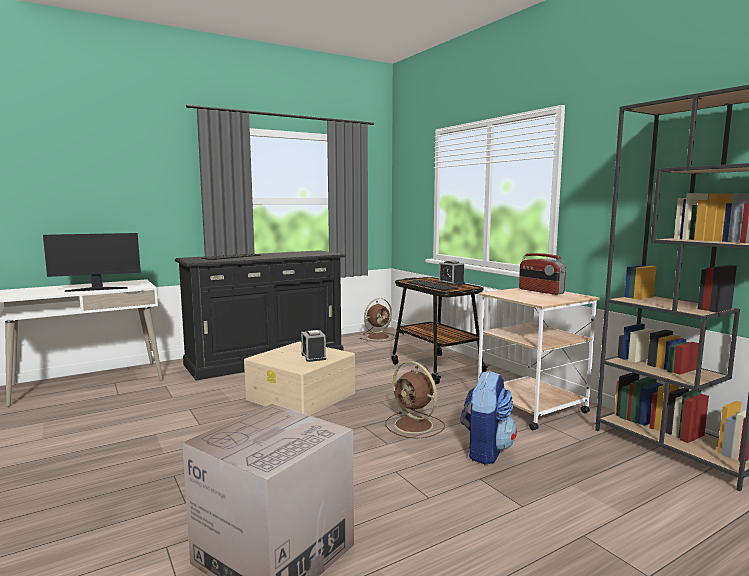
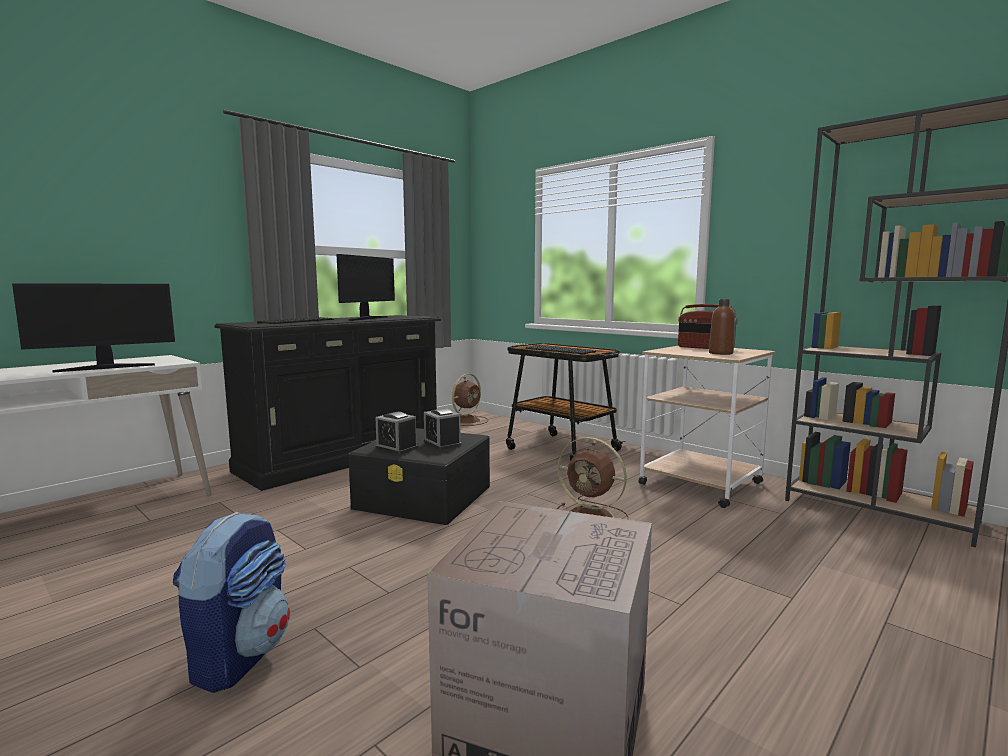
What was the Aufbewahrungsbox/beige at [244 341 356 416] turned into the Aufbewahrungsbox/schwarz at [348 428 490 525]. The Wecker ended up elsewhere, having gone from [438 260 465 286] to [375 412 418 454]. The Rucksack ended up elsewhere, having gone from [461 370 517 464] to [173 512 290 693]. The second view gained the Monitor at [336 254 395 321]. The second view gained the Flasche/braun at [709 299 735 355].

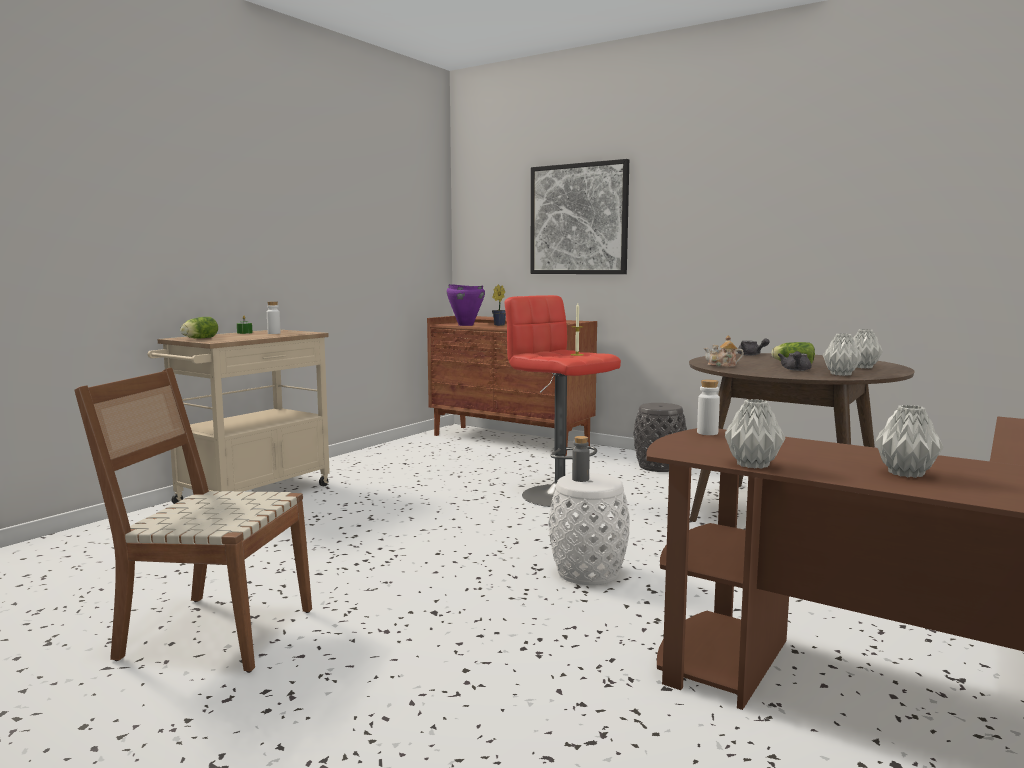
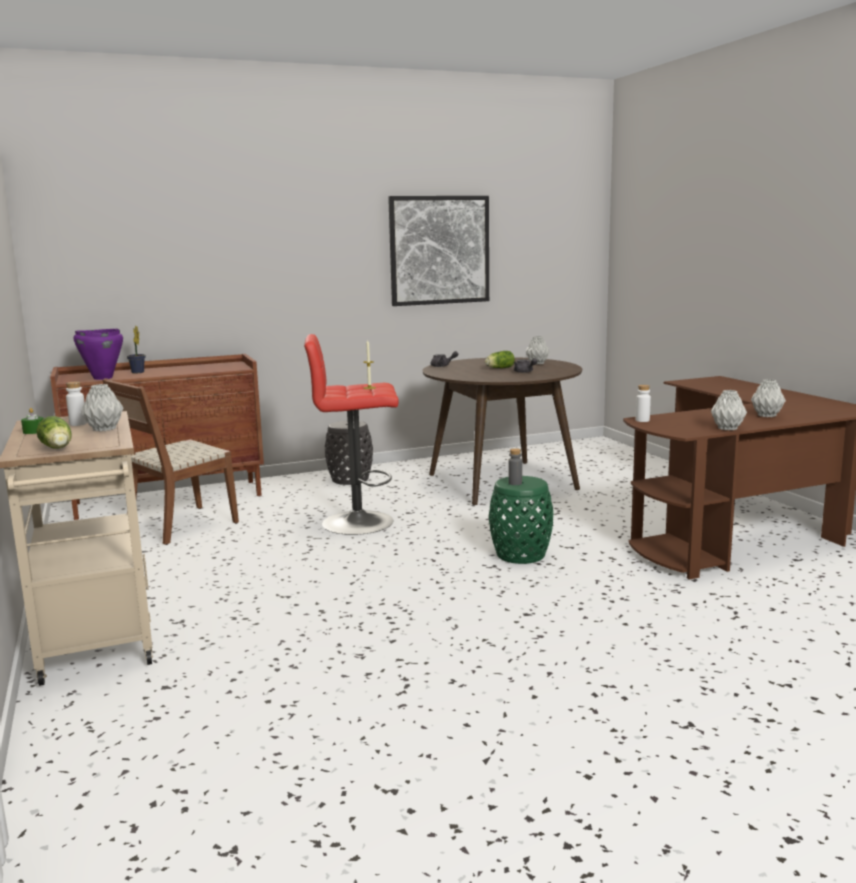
The Stuhl ended up elsewhere, having gone from [74 368 312 673] to [102 378 239 545]. The Bild ended up elsewhere, having gone from [530 159 629 274] to [388 196 489 306]. What was the Hocker/weiß at [549 473 630 585] turned into the Hocker/grün at [489 476 553 564]. The second view lost the Teekanne at [704 336 744 367]. The Vase/grau ended up elsewhere, having gone from [823 333 862 376] to [81 384 123 432].

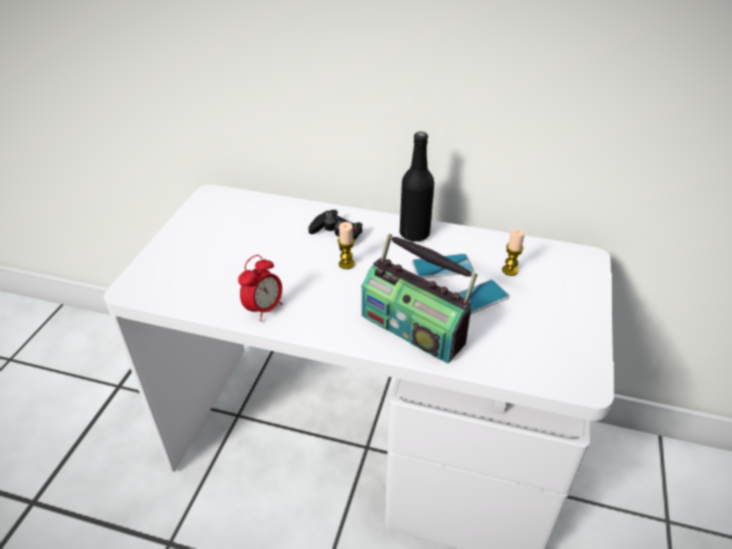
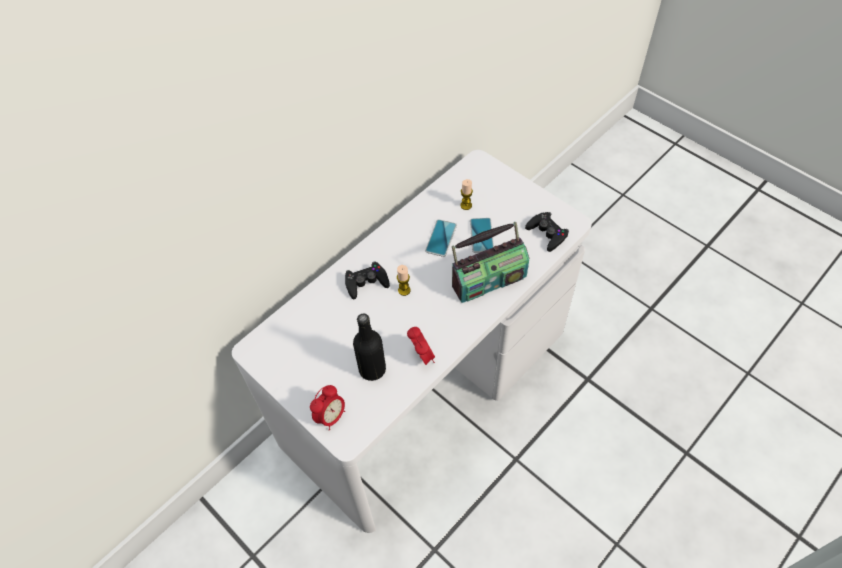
The Flasche/schwarz ended up elsewhere, having gone from [400 132 434 242] to [353 313 386 381]. The second view gained the Wecker at [310 385 345 431]. The second view gained the Gamepad/schwarz at [525 212 569 252].

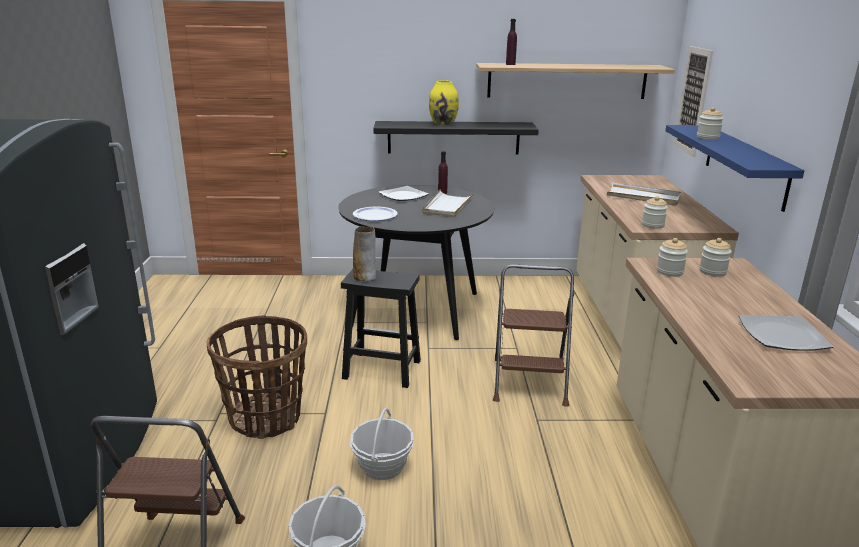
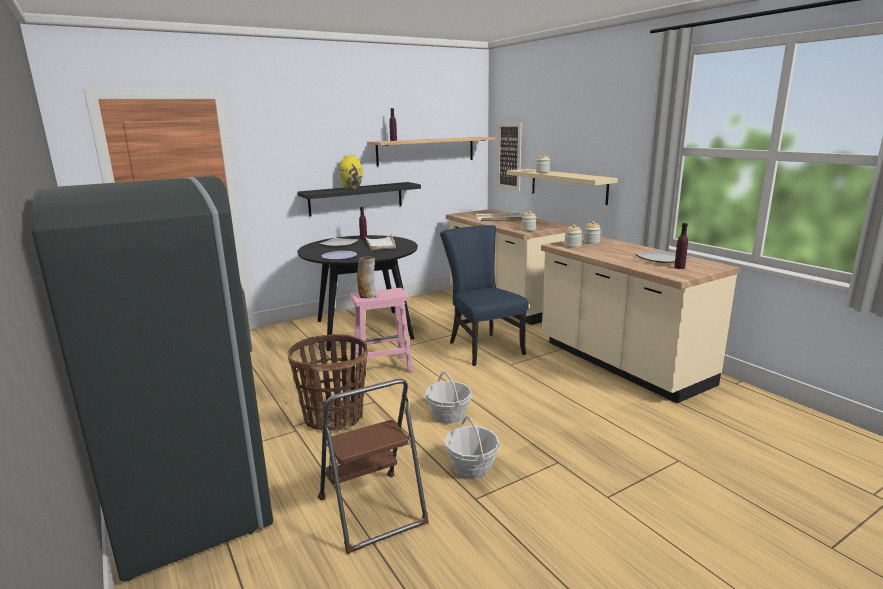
What was the Hocker/schwarz at [341 269 421 388] turned into the Hocker/rosa at [350 288 413 380]. Where the Trittleiter/braun stood at [493 264 575 406], the Stuhl/blau came to stand at [440 225 529 366]. What was the Wandregal/blau at [665 125 805 212] turned into the Wandregal/beige at [507 169 618 205]. The second view gained the Flasche/lila at [674 223 688 269].

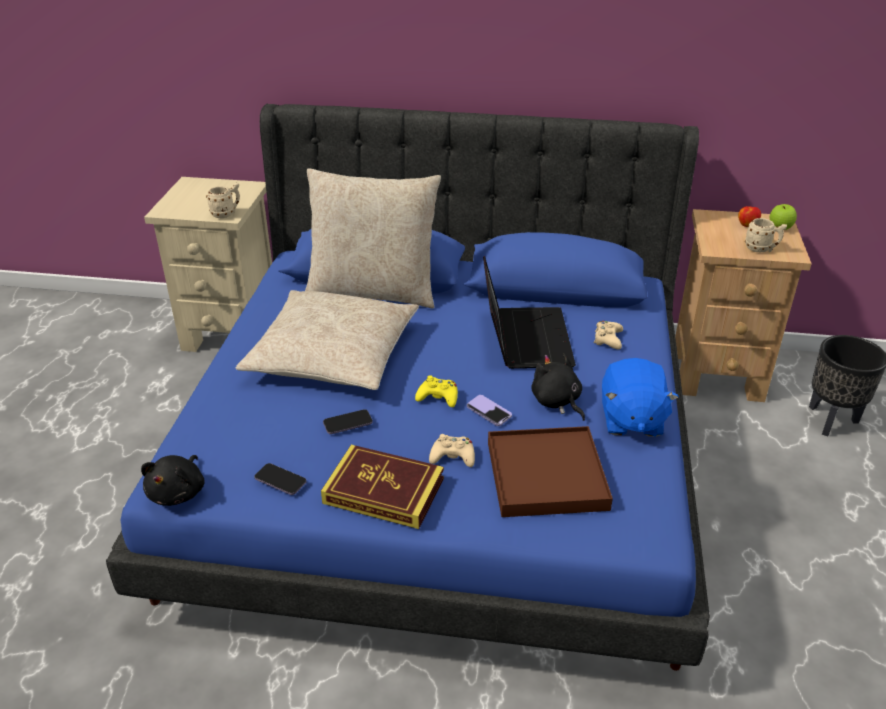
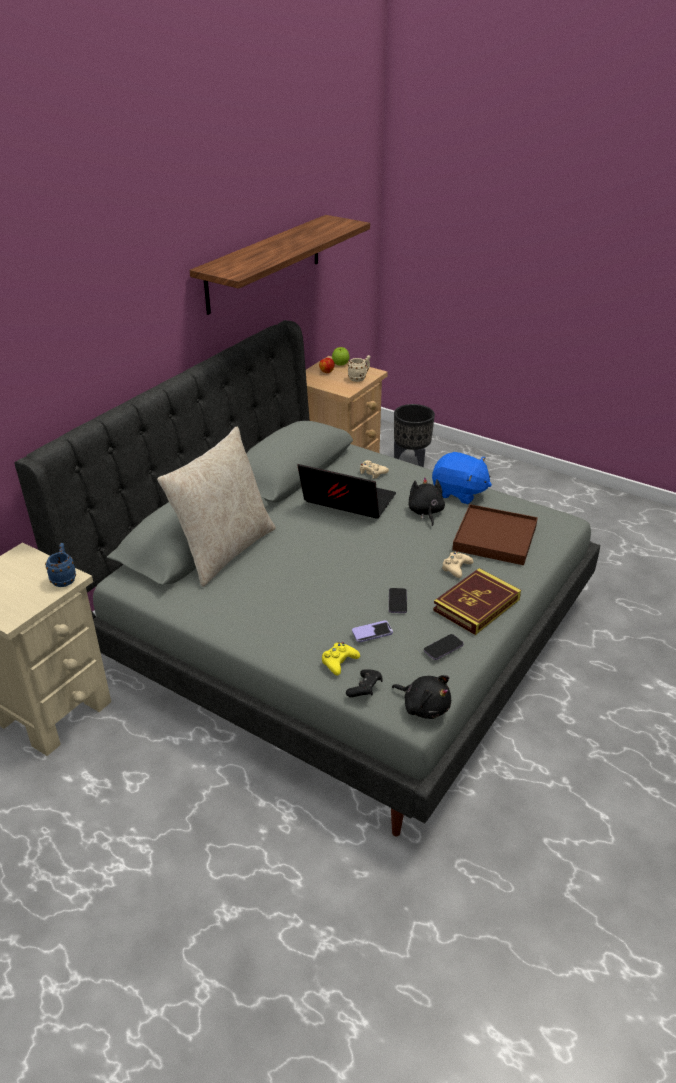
What was the Bett/blau at [106 104 710 671] turned into the Bett/grau at [14 320 600 836]. What was the Henkelbecher/beige at [206 183 240 218] turned into the Henkelbecher/blau at [45 543 76 587]. The second view lost the Kissen/beige at [236 290 419 390]. The Gamepad/gelb ended up elsewhere, having gone from [415 375 458 407] to [322 642 360 676]. The Handy ended up elsewhere, having gone from [467 395 512 426] to [352 621 393 642]. The Plüschtier/schwarz at [531 353 585 421] ended up facing another way, 90 degrees clockwise from before. The second view gained the Wandregal at [190 215 370 315]. The second view gained the Gamepad/schwarz at [346 669 383 697].

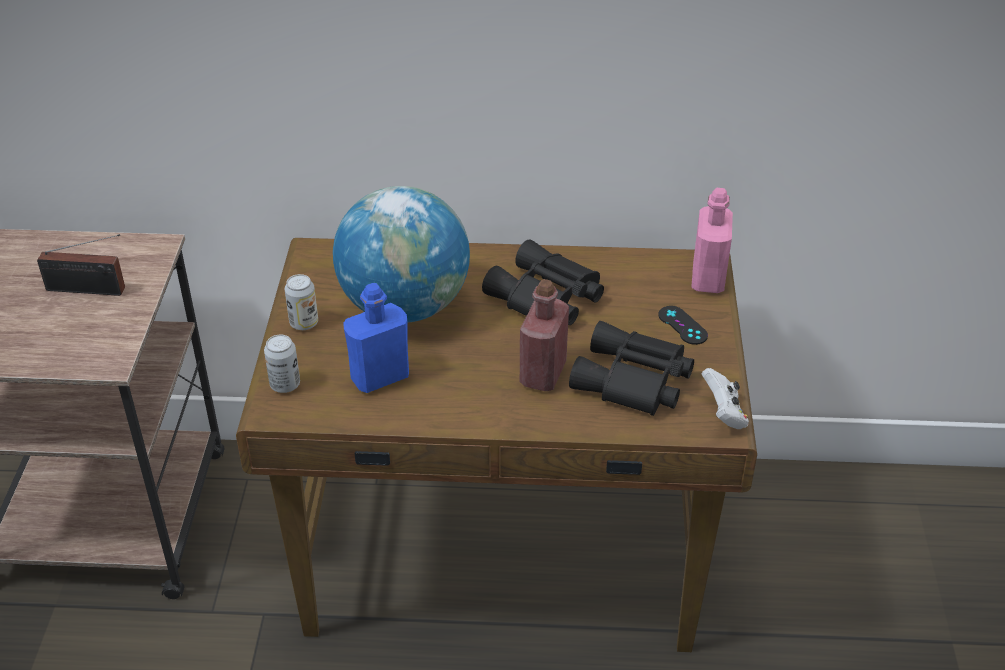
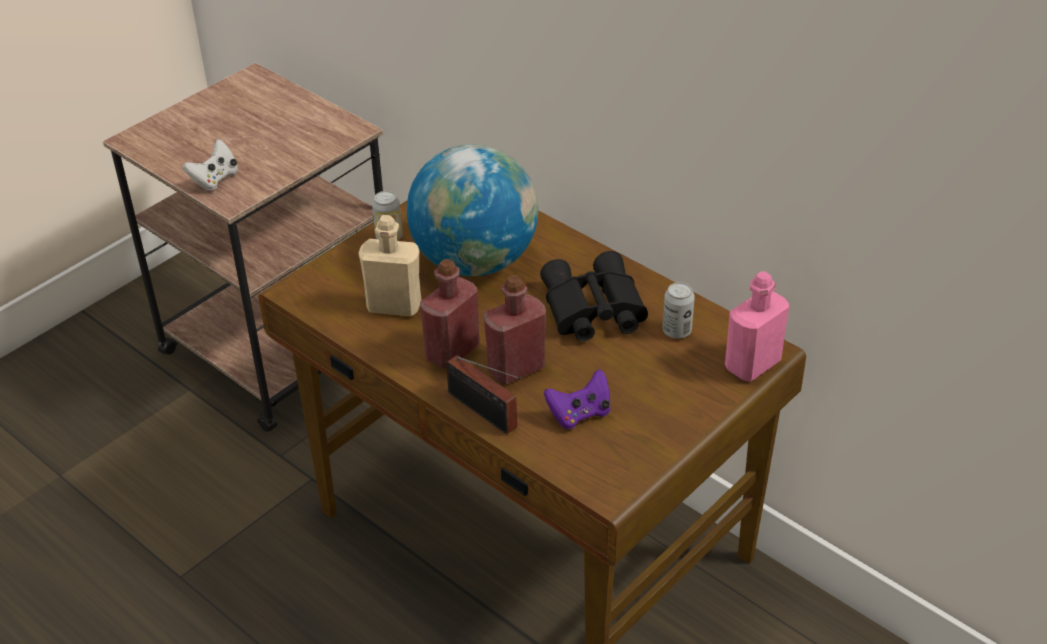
The Radio ended up elsewhere, having gone from [37 234 125 296] to [446 355 521 434]. The Dose ended up elsewhere, having gone from [264 335 300 393] to [663 282 695 339]. What was the Flasche/blau at [343 283 409 393] turned into the Flasche/beige at [358 215 421 316]. Where the Fernglas/schwarz stood at [569 321 694 416], the Gamepad/lila came to stand at [544 369 611 429]. The second view lost the Gamepad/schwarz at [658 306 708 345]. The Gamepad/weiß ended up elsewhere, having gone from [702 368 749 429] to [183 139 238 191]. The second view gained the Flasche/rot at [420 259 480 369].

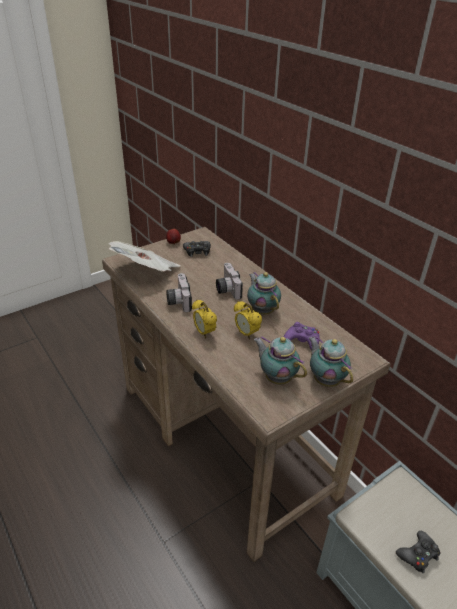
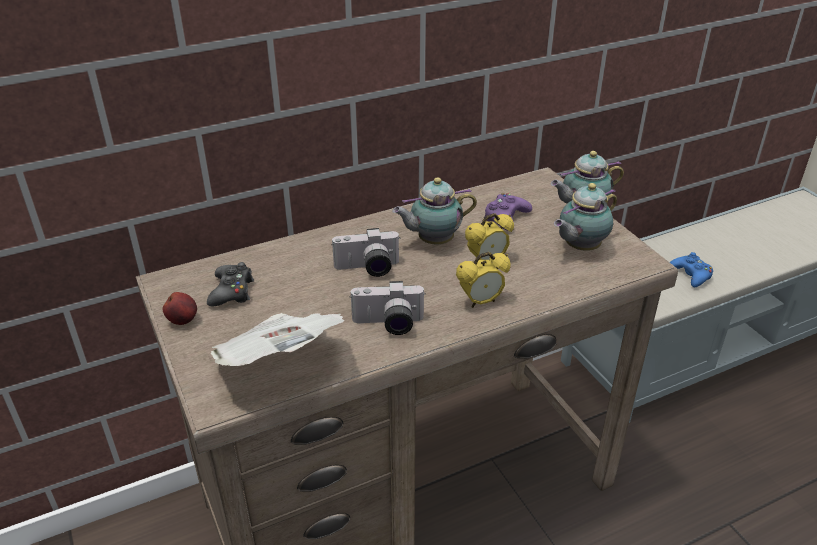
What was the Gamepad/schwarz at [396 531 440 574] turned into the Gamepad/blau at [670 252 713 287].

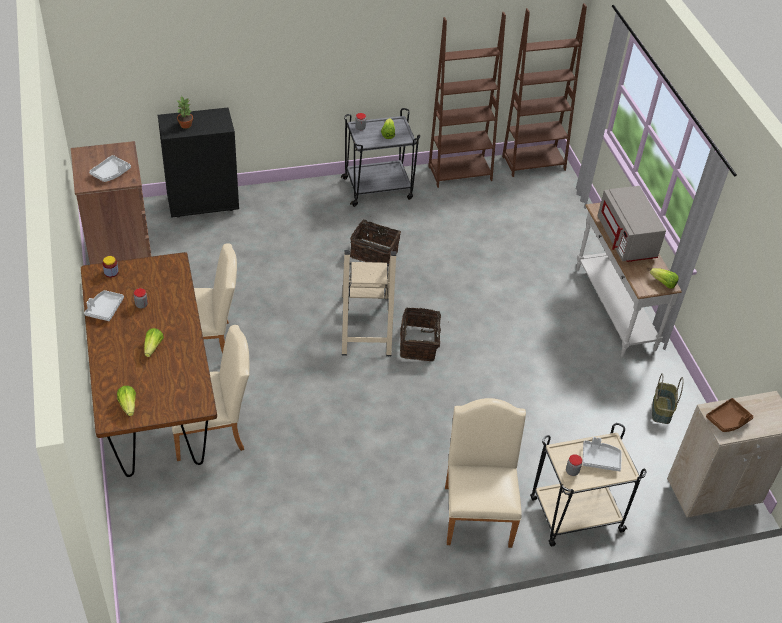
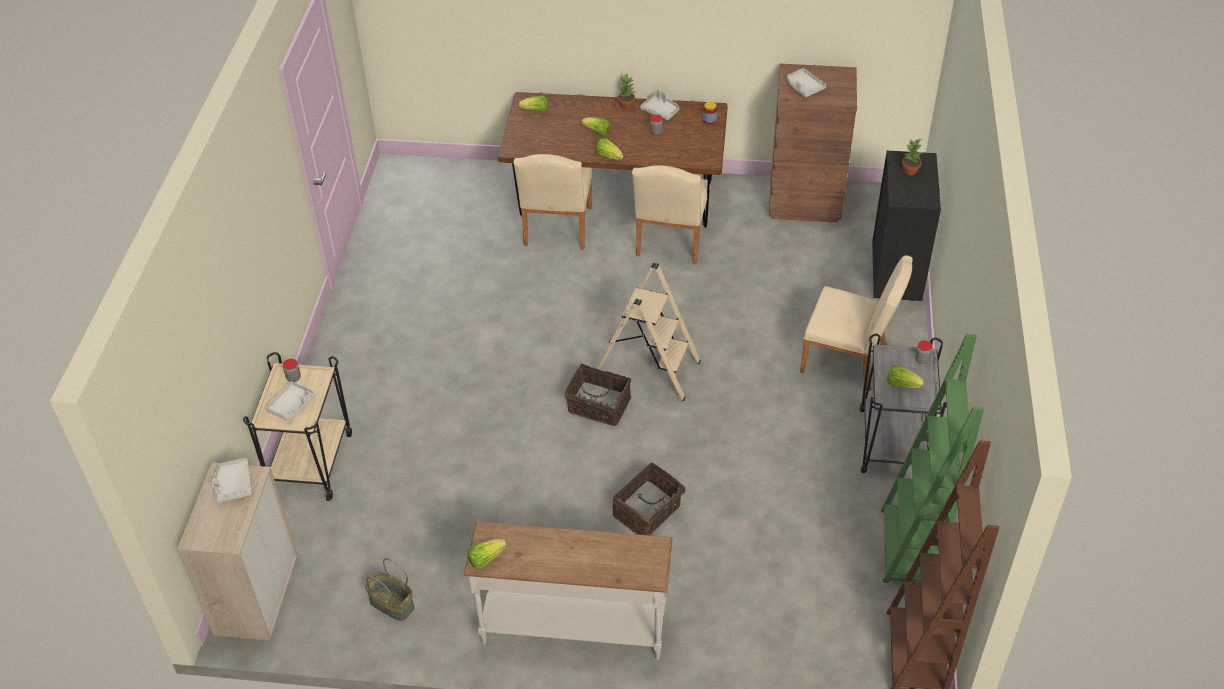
The Korb ended up elsewhere, having gone from [350 220 401 267] to [612 462 691 535]. What was the Bücherregal/braun at [428 12 506 188] turned into the Bücherregal/grün at [881 334 984 583]. The Stuhl/beige ended up elsewhere, having gone from [445 398 526 548] to [800 255 913 391]. The second view lost the Mikrowelle/grau at [598 186 666 262]. What was the Tablett/braun at [706 398 753 432] turned into the Tablett/grau at [212 458 252 503]. The second view gained the Salatkopf at [595 138 623 160]. The second view gained the Topfpflanze at [618 73 635 110].

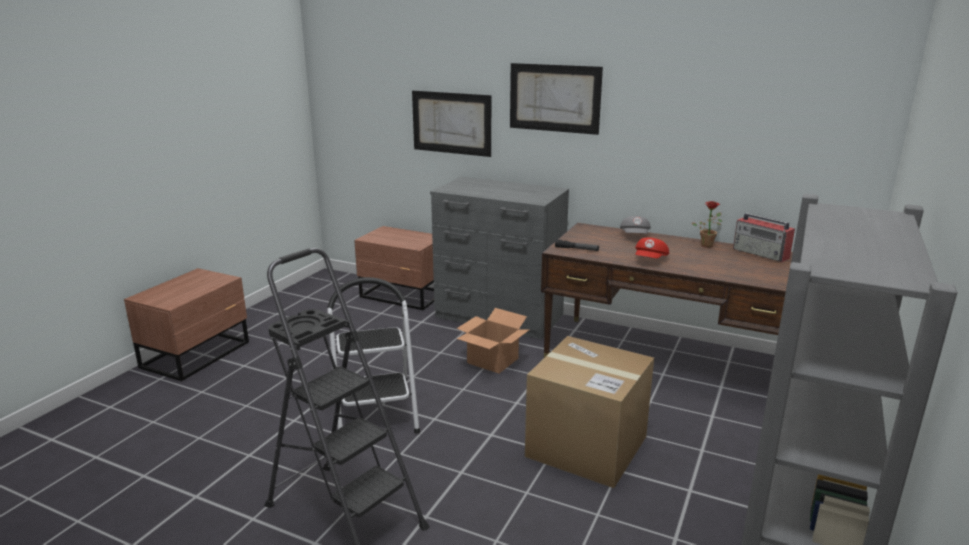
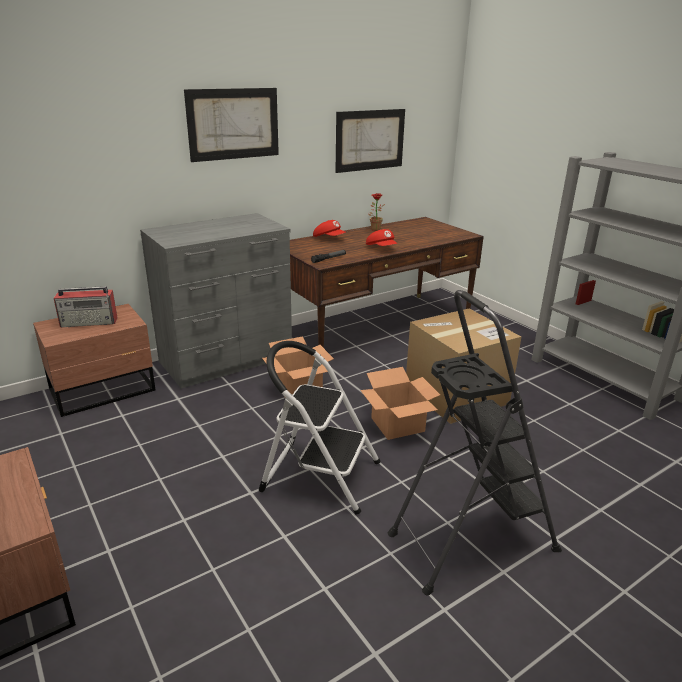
The Bild ended up elsewhere, having gone from [412 91 491 157] to [335 109 405 173]. What was the Kappe/grau at [620 216 651 234] turned into the Kappe/rot at [313 220 346 237]. The Radio ended up elsewhere, having gone from [733 213 795 262] to [54 286 117 327]. The second view gained the Karton at [360 367 440 440].

